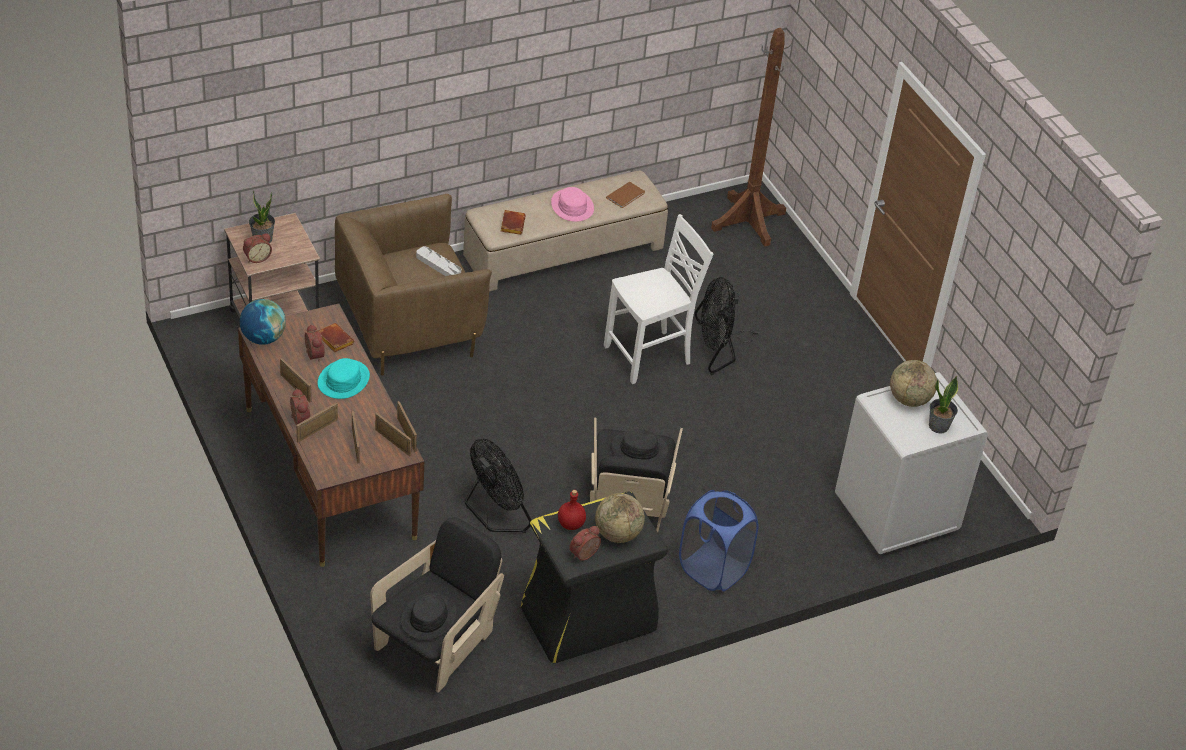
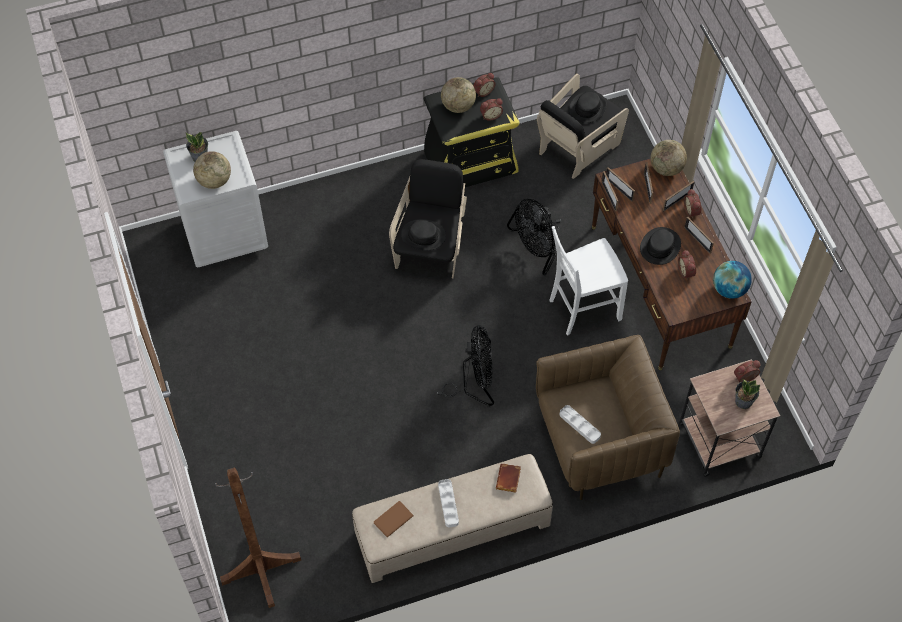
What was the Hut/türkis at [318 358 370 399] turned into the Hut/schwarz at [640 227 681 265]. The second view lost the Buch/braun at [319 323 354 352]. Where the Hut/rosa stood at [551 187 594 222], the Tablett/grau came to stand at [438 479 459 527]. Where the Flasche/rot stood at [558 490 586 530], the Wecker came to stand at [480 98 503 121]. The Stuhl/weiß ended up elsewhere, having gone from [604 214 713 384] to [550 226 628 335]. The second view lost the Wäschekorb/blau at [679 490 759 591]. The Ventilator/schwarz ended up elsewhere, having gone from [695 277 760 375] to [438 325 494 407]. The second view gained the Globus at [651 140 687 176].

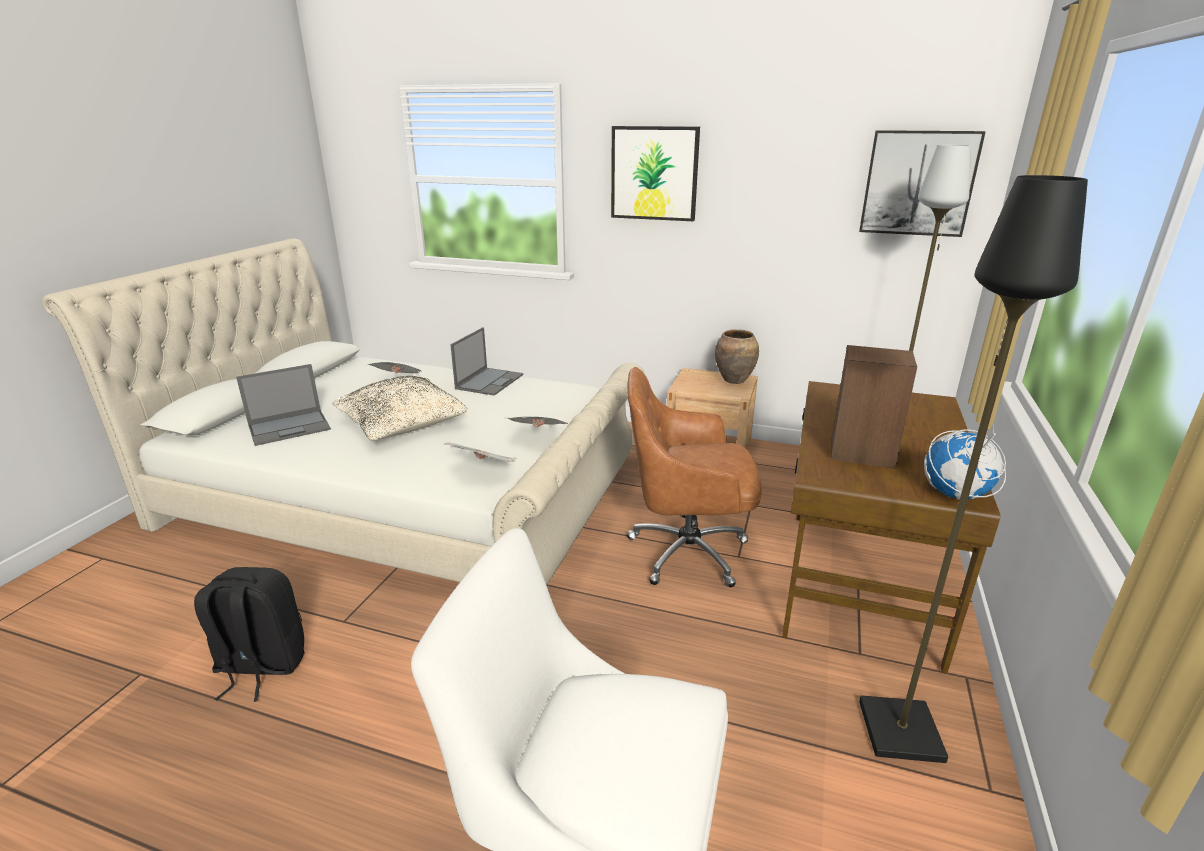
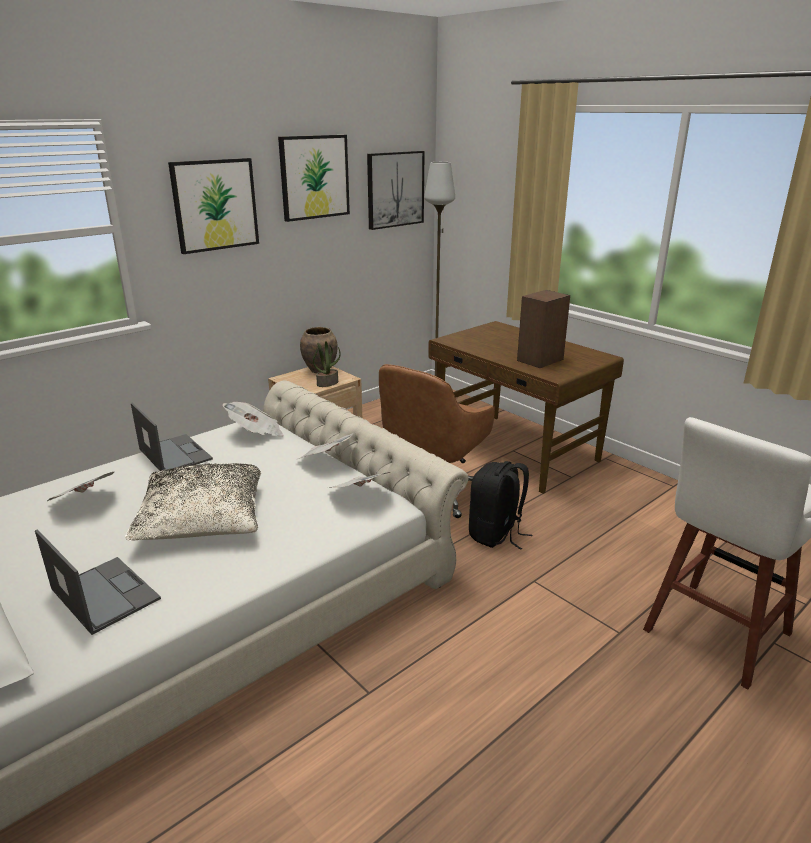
The Rucksack/schwarz ended up elsewhere, having gone from [194 567 304 702] to [469 461 532 550]. The Laptop at [236 364 331 446] ended up facing another way, 45 degrees counterclockwise from before. The second view lost the Stehlampe/schwarz at [859 175 1088 763]. The second view lost the Globus at [924 422 1006 500]. The second view gained the Zeitung at [222 402 284 436]. The second view gained the Bild at [278 135 350 222]. The second view gained the Topfpflanze at [313 341 341 387].

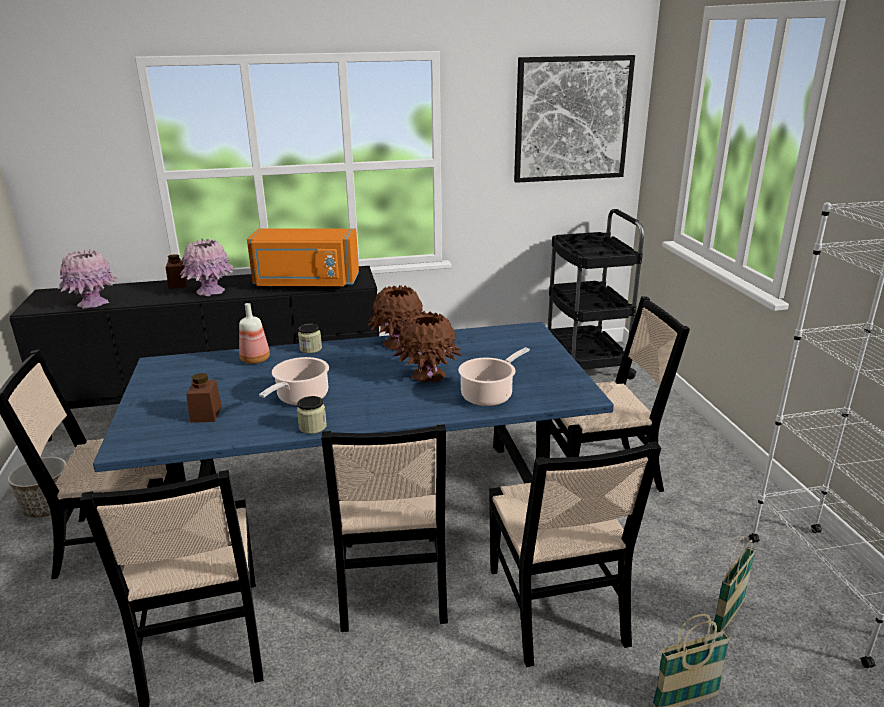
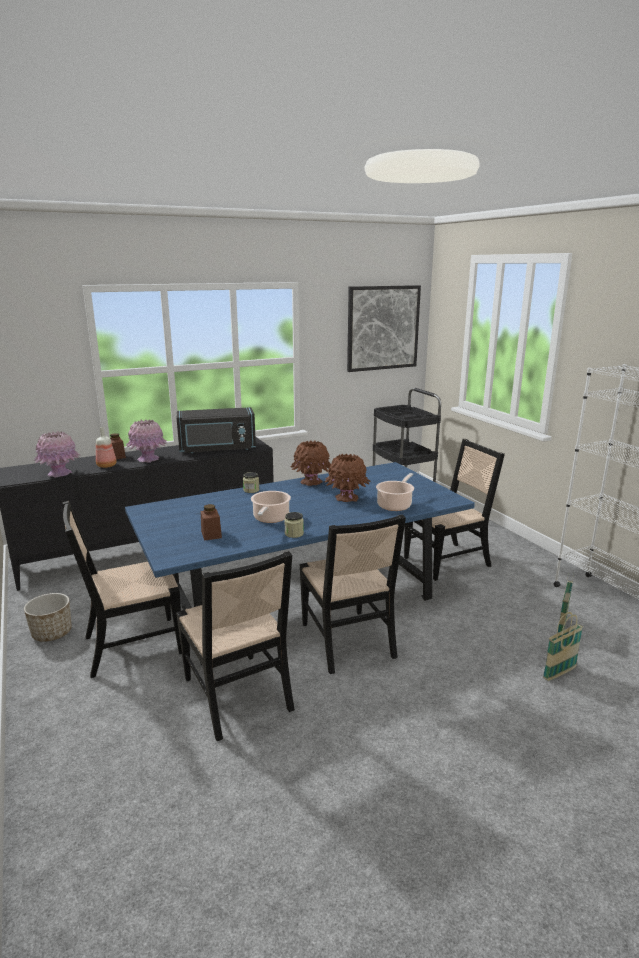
The Flasche ended up elsewhere, having gone from [239 303 270 364] to [96 427 117 468]. What was the Mikrowelle/orange at [247 228 359 287] turned into the Mikrowelle/schwarz at [177 407 256 453]. The second view lost the Stuhl at [489 441 661 667].

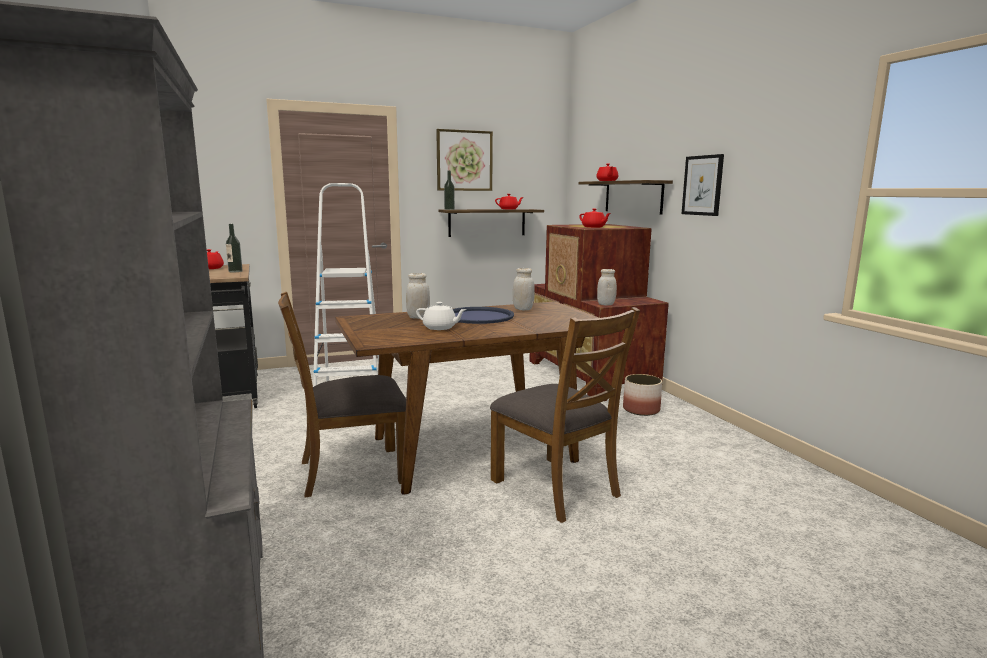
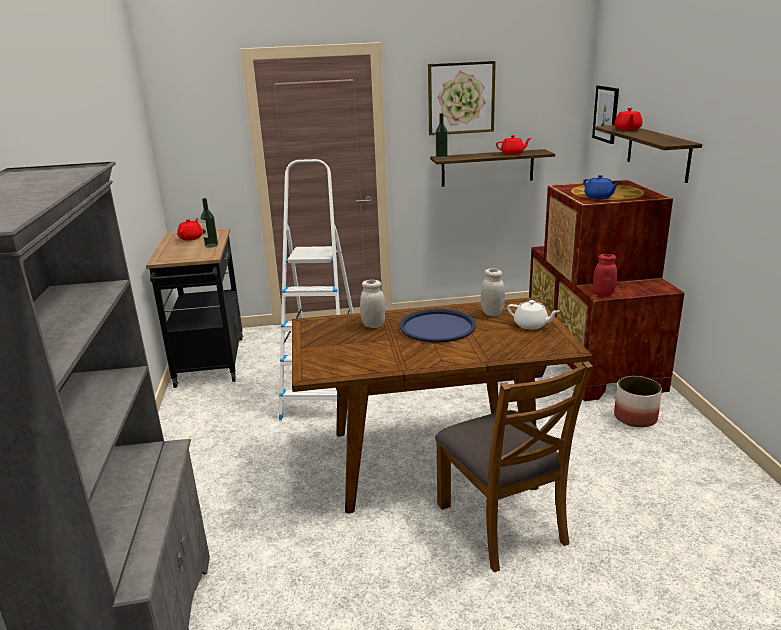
The second view lost the Stuhl/braun at [278 292 406 497]. The Teekanne/weiß ended up elsewhere, having gone from [416 302 466 330] to [507 300 559 330]. What was the Teekanne/rot at [579 208 611 228] turned into the Teekanne/blau at [583 175 618 199]. What was the Vorratsglas/weiß at [597 269 617 306] turned into the Vorratsglas/rot at [593 254 617 297]. The Bild ended up elsewhere, having gone from [681 154 724 216] to [592 85 619 144].

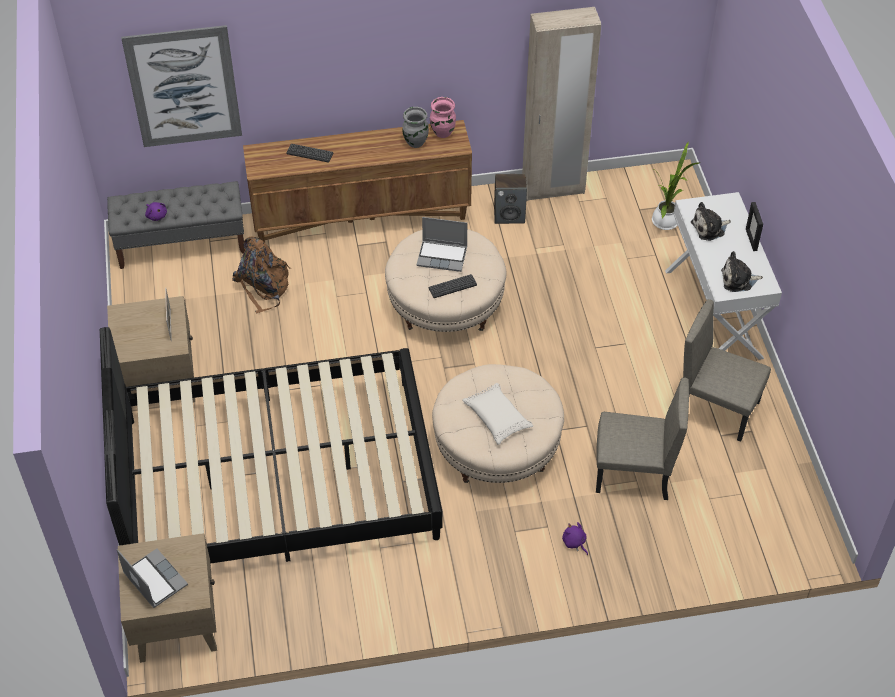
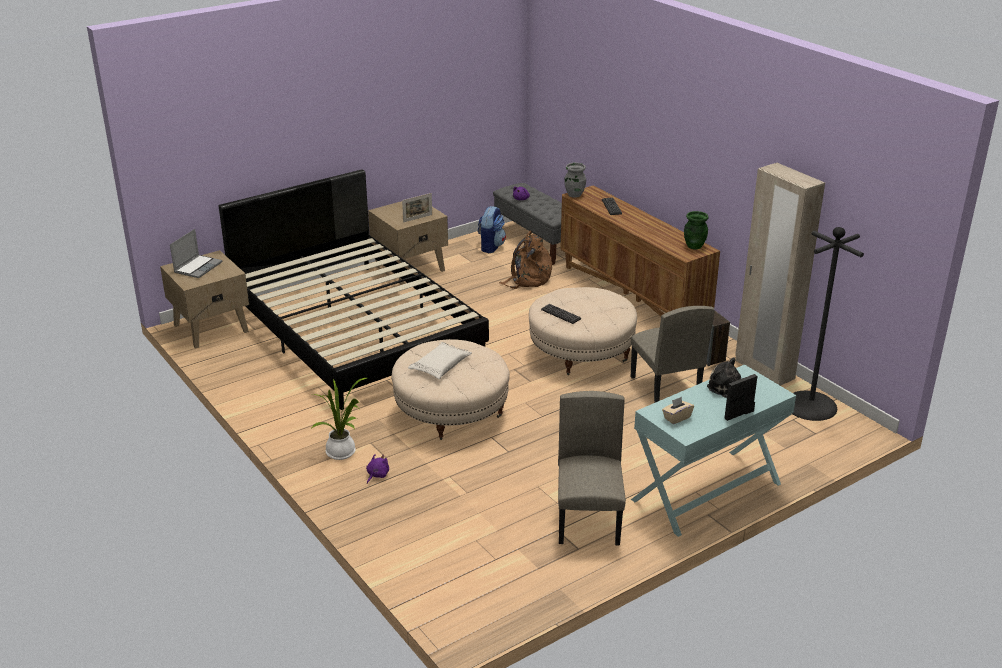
The second view lost the Bild at [121 25 242 147]. The Vase/grau ended up elsewhere, having gone from [402 107 429 148] to [564 163 586 198]. The second view lost the Laptop at [416 217 467 272]. What was the Vase/rosa at [430 97 456 138] turned into the Vase/grün at [684 211 709 249]. The Stuhl/beige ended up elsewhere, having gone from [596 378 689 500] to [631 306 715 403]. The Topfpflanze ended up elsewhere, having gone from [652 141 701 230] to [312 378 367 460]. What was the Schreibtisch/weiß at [665 192 782 360] turned into the Schreibtisch/türkis at [631 364 796 537]. Where the Plüschtier stood at [721 251 763 292], the Taschentuchbox/beige came to stand at [662 397 694 424]. The second view gained the Rucksack at [478 206 506 253]. The second view gained the Kleiderständer/schwarz at [792 227 864 421].

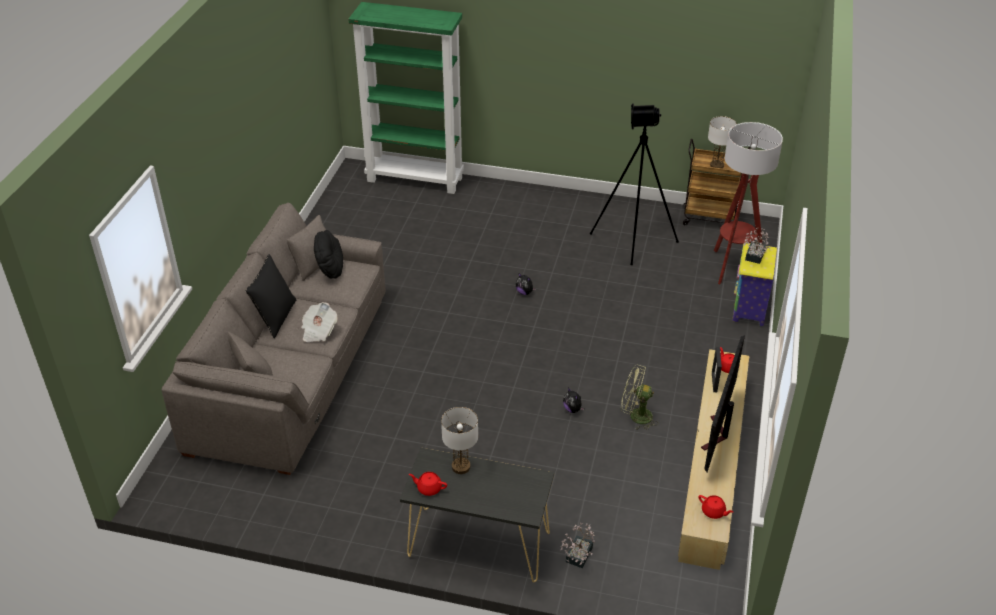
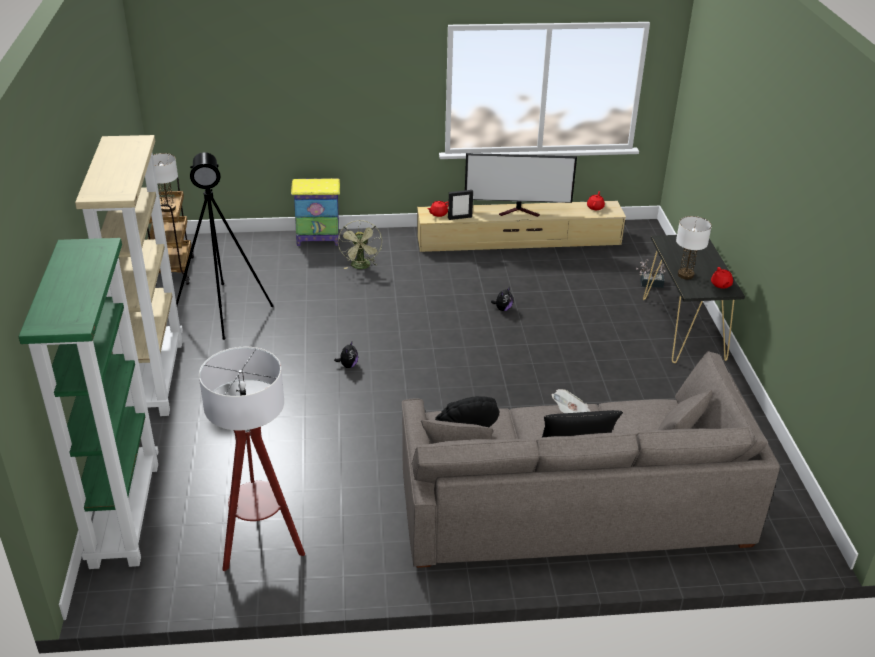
The Ventilator/grün ended up elsewhere, having gone from [621 365 658 430] to [338 220 382 269]. The Stehlampe ended up elsewhere, having gone from [714 122 783 284] to [199 347 305 572]. The second view lost the Topfpflanze at [743 228 771 264]. The second view gained the Bücherregal/beige at [75 135 183 416].

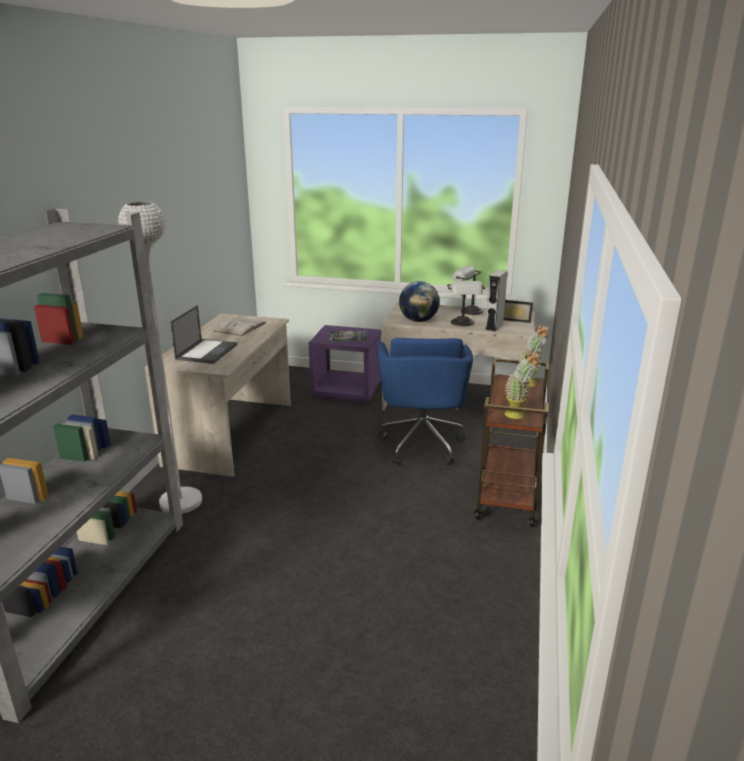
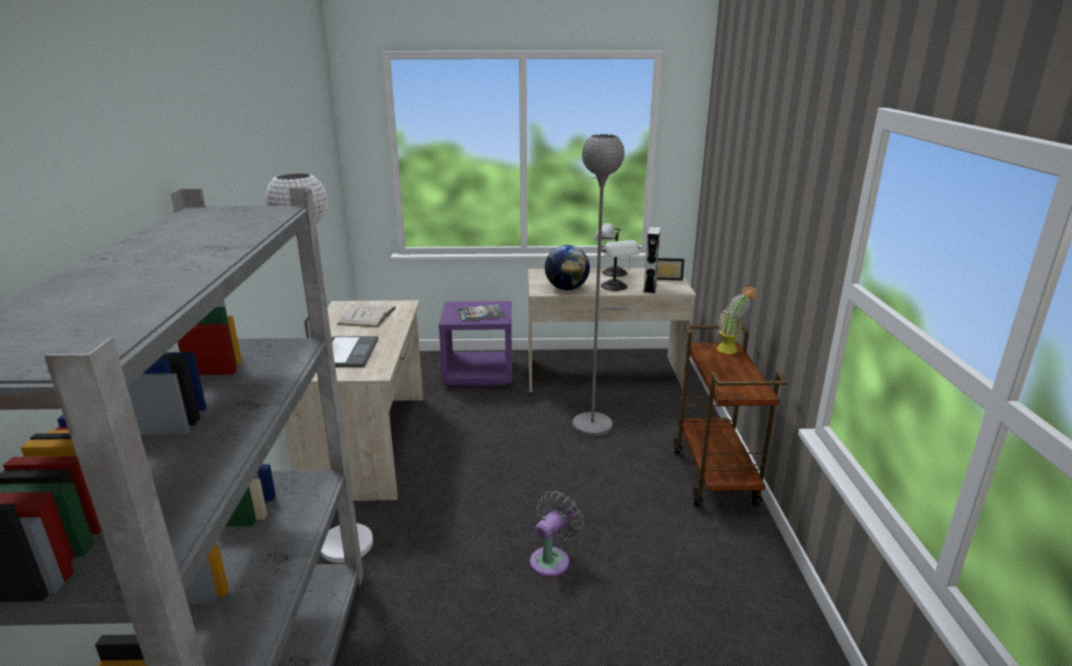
Where the Bürostuhl/blau stood at [377 338 473 466], the Stehlampe/grau came to stand at [573 134 625 437]. The second view lost the Topfpflanze at [504 351 540 419]. The second view gained the Ventilator/grau at [530 491 584 577].

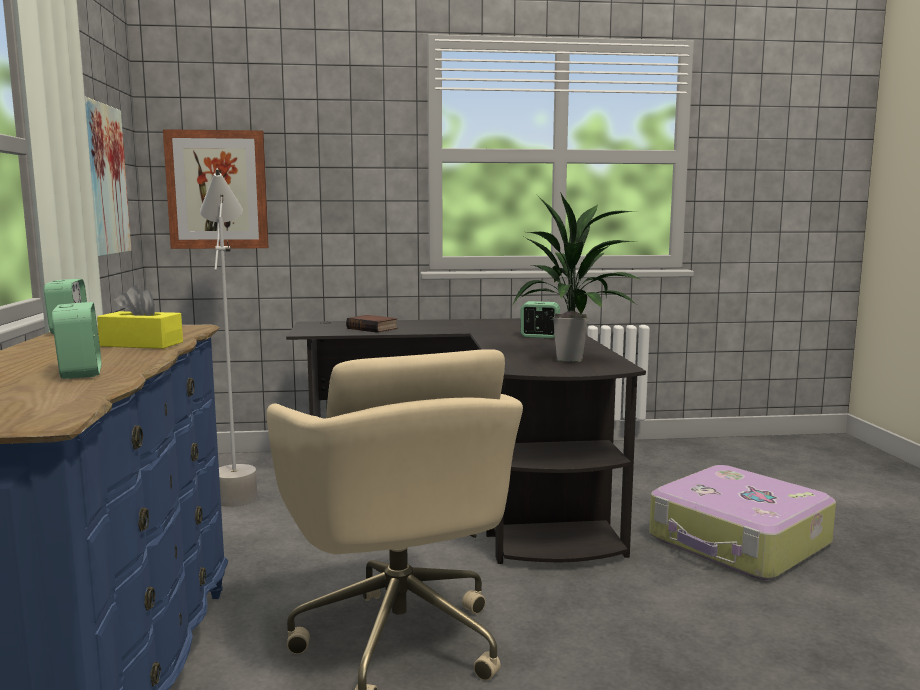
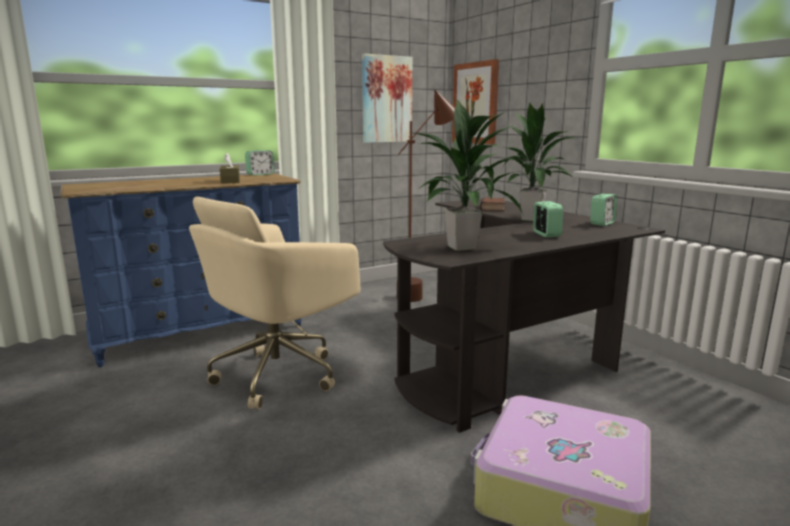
The Wecker ended up elsewhere, having gone from [52 302 102 379] to [590 194 617 226]. What was the Taschentuchbox/gelb at [97 285 183 349] turned into the Taschentuchbox/braun at [220 153 240 184]. What was the Stehlampe/grau at [200 169 258 507] turned into the Stehlampe/braun at [398 90 455 302]. The second view gained the Topfpflanze at [492 102 576 221].

